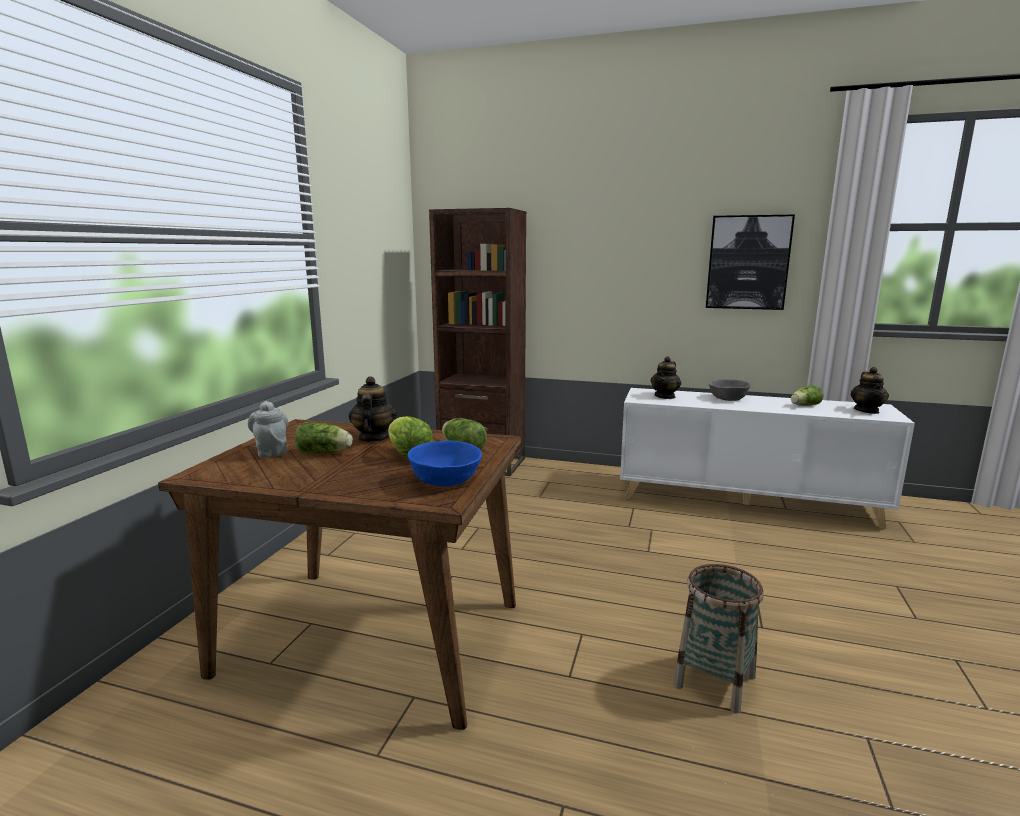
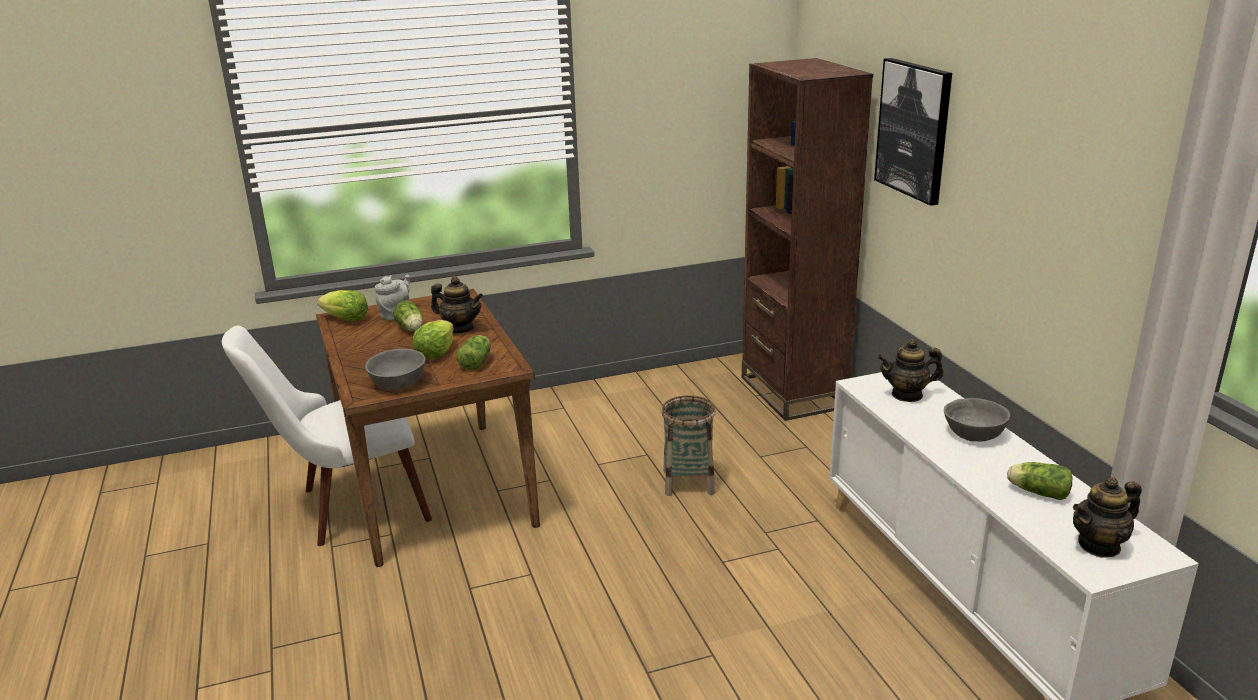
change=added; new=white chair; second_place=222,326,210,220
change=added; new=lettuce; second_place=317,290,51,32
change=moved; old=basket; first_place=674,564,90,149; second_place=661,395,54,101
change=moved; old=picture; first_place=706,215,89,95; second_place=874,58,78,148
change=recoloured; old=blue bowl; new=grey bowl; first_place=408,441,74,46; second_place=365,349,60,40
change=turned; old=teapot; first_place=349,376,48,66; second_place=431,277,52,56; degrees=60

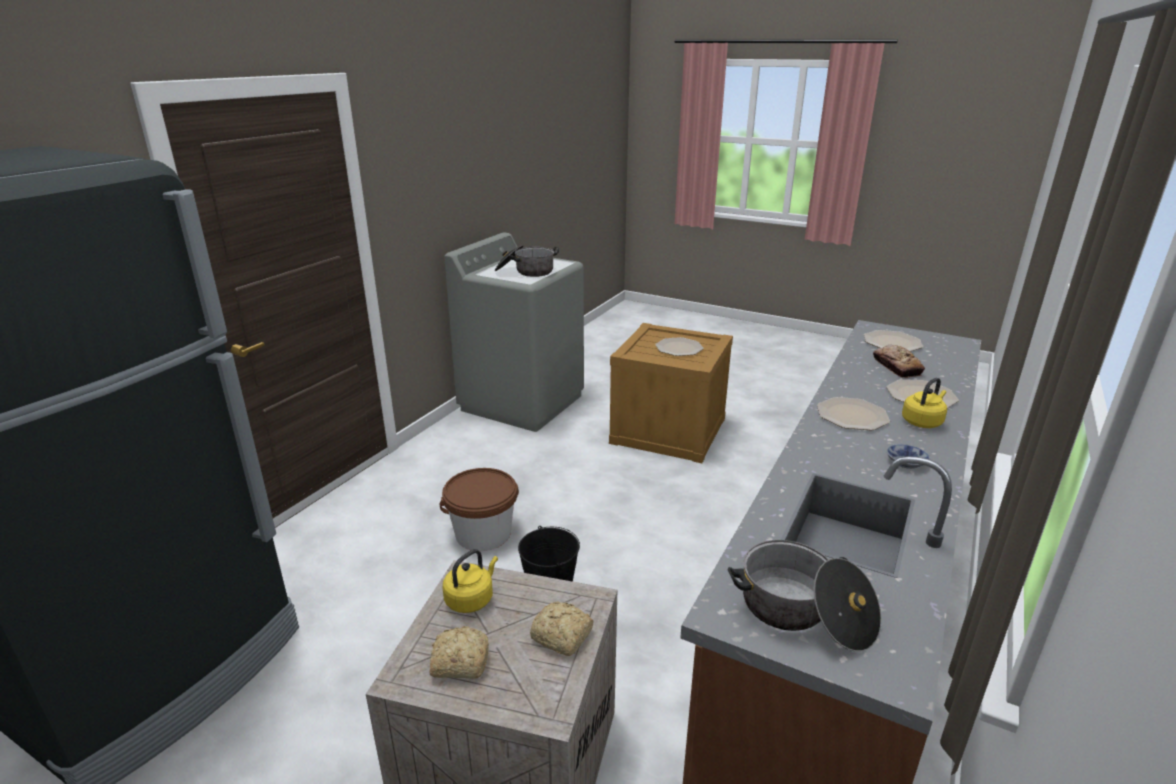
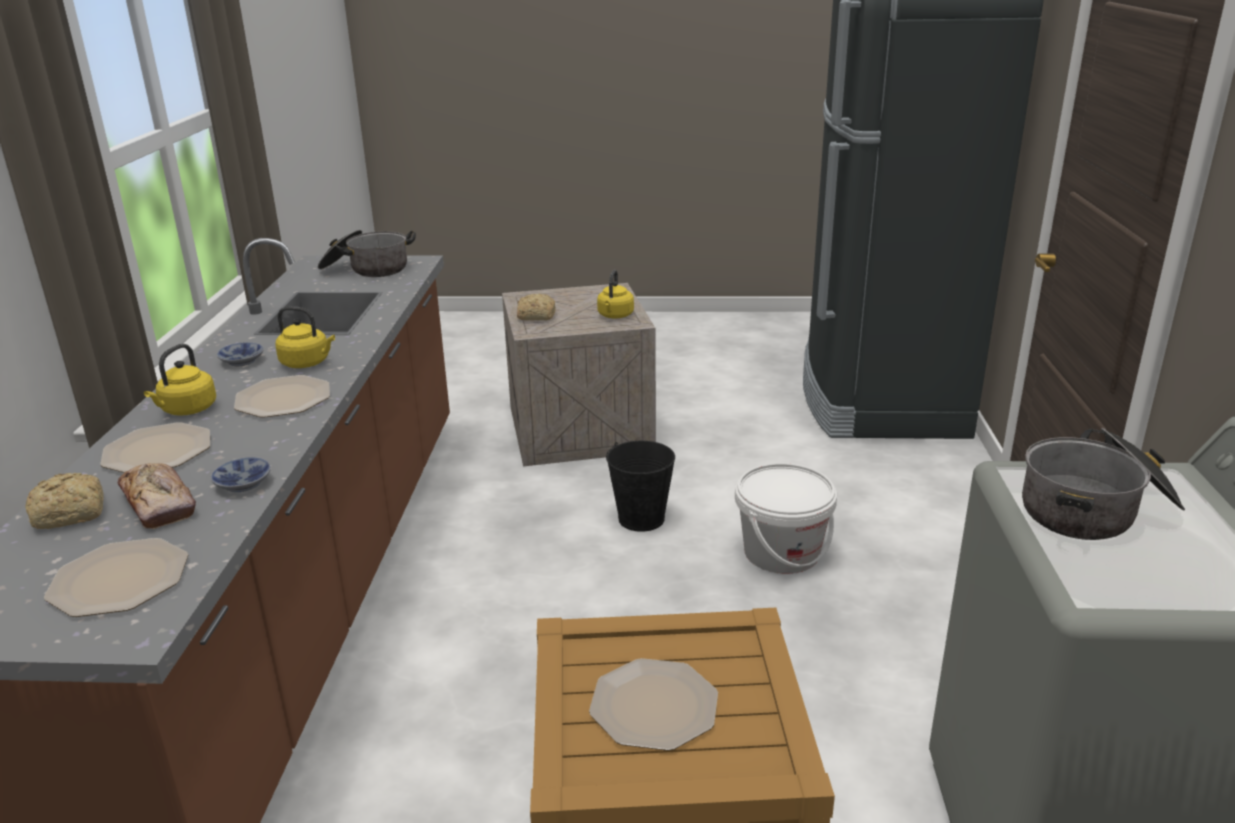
change=added; new=bowl; second_place=211,457,60,35
change=added; new=yellow kettle; second_place=276,306,59,62
change=moved; old=bread; first_place=429,626,60,53; second_place=25,473,79,56
change=recoloured; old=brown bucket; new=white bucket; first_place=440,468,79,83; second_place=735,463,102,111

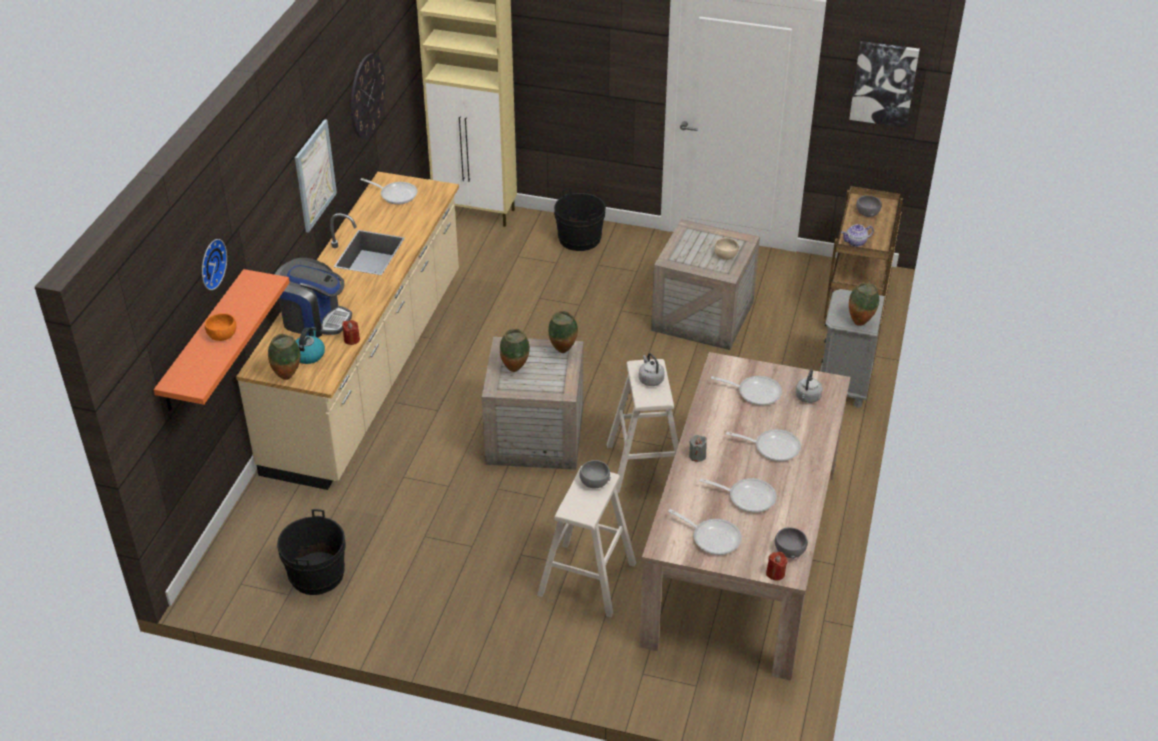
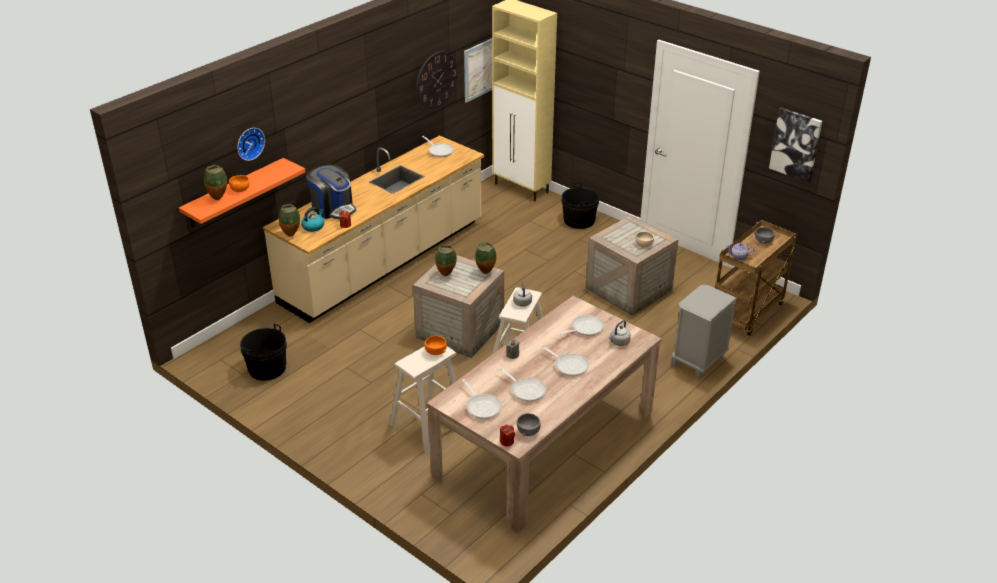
change=moved; old=picture; first_place=295,119,42,114; second_place=464,38,28,65
change=moved; old=vase; first_place=849,282,30,44; second_place=204,165,23,35
change=recoloured; old=grey bowl; new=orange bowl; first_place=579,460,32,29; second_place=424,336,23,19
change=turned; old=frying pan; first_place=711,376,71,30; second_place=556,315,48,21; degrees=-75

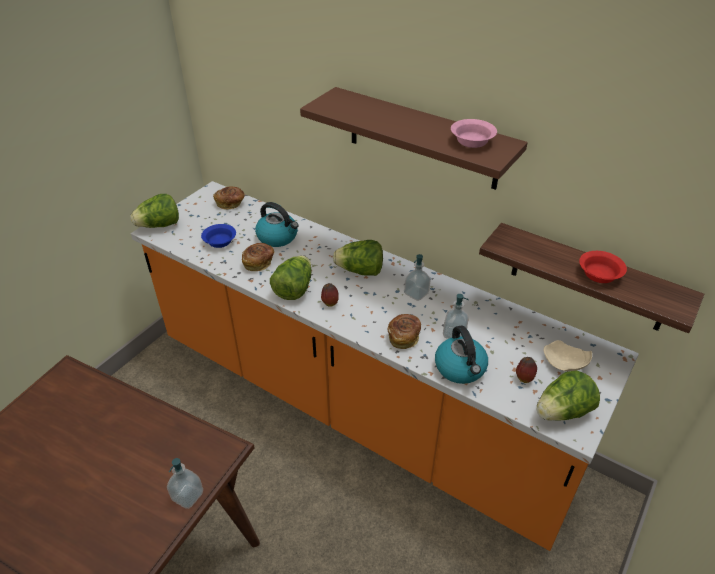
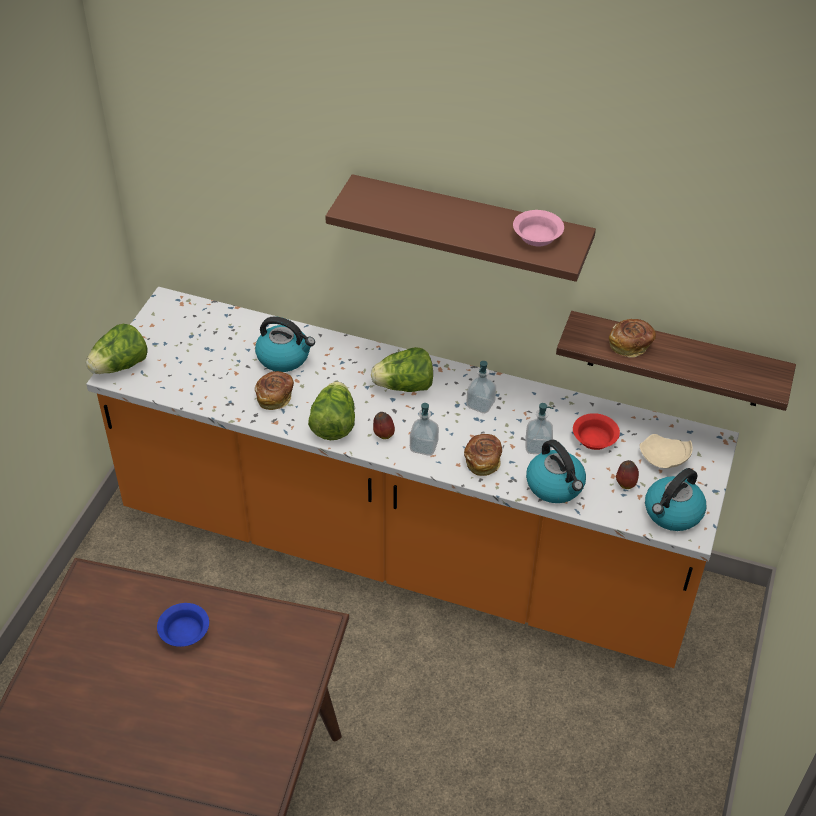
change=moved; old=soap dispenser; first_place=167,458,36,51; second_place=410,403,29,53
change=moved; old=blue bowl; first_place=201,224,35,24; second_place=157,603,52,44
change=moved; old=bread; first_place=213,186,32,24; second_place=609,319,47,38
change=moved; old=red bowl; first_place=579,251,48,32; second_place=573,413,47,37
change=replaced; old=lettuce; new=kettle; first_place=537,370,63,51; second_place=645,468,61,63

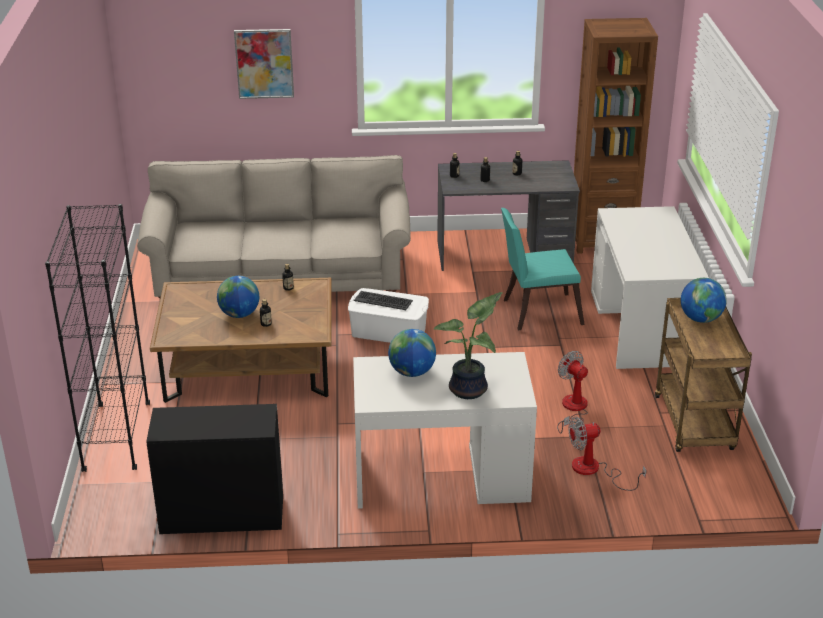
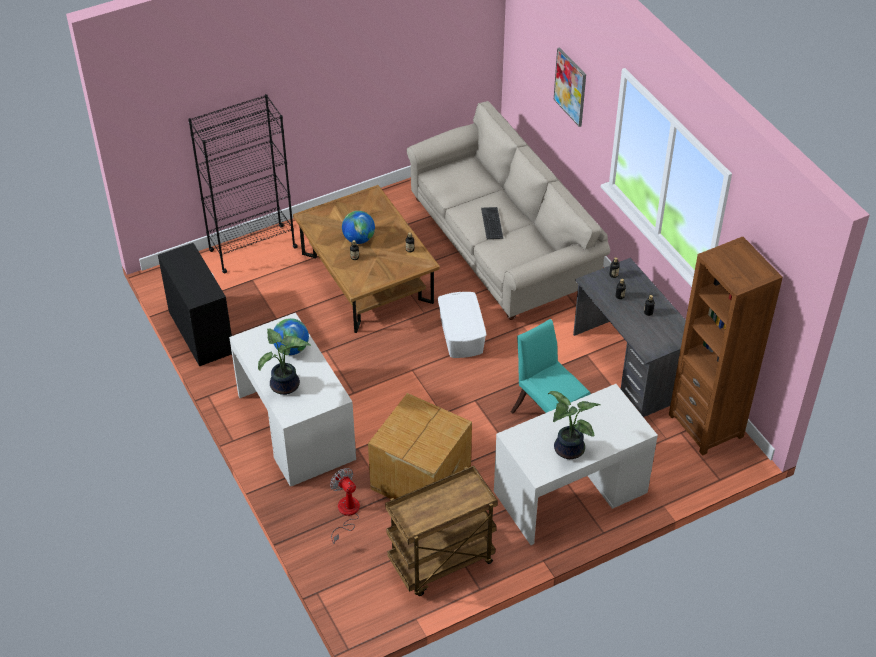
change=removed; old=globe; first_place=681,278,46,45
change=added; new=potted plant; second_place=548,391,53,68
change=moved; old=keyboard; first_place=354,291,59,19; second_place=481,207,22,32
change=replaced; old=fan; new=cardboard box; first_place=557,351,31,82; second_place=368,393,104,106

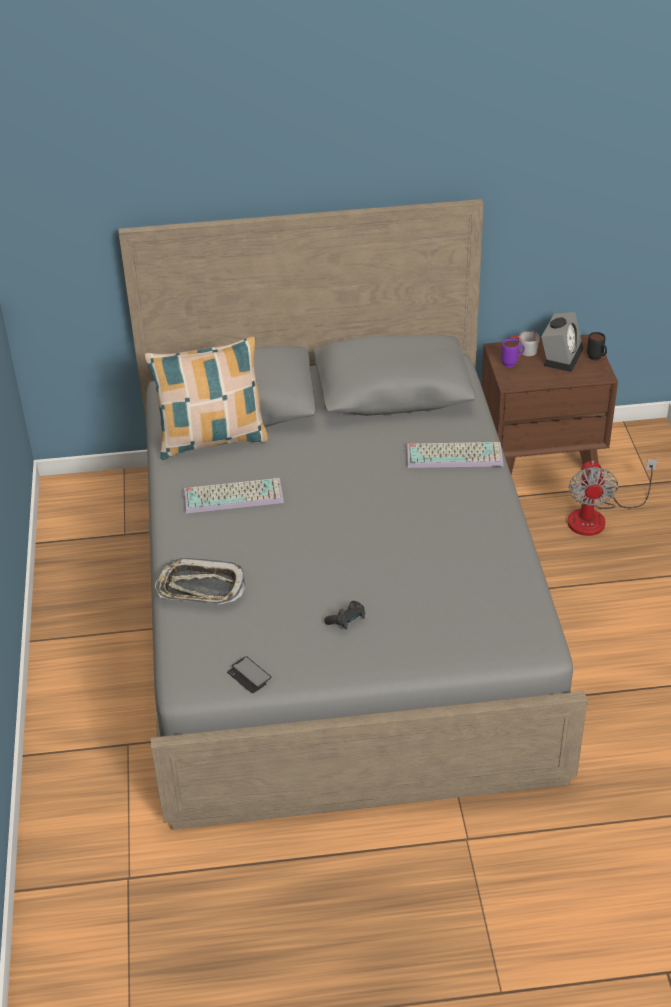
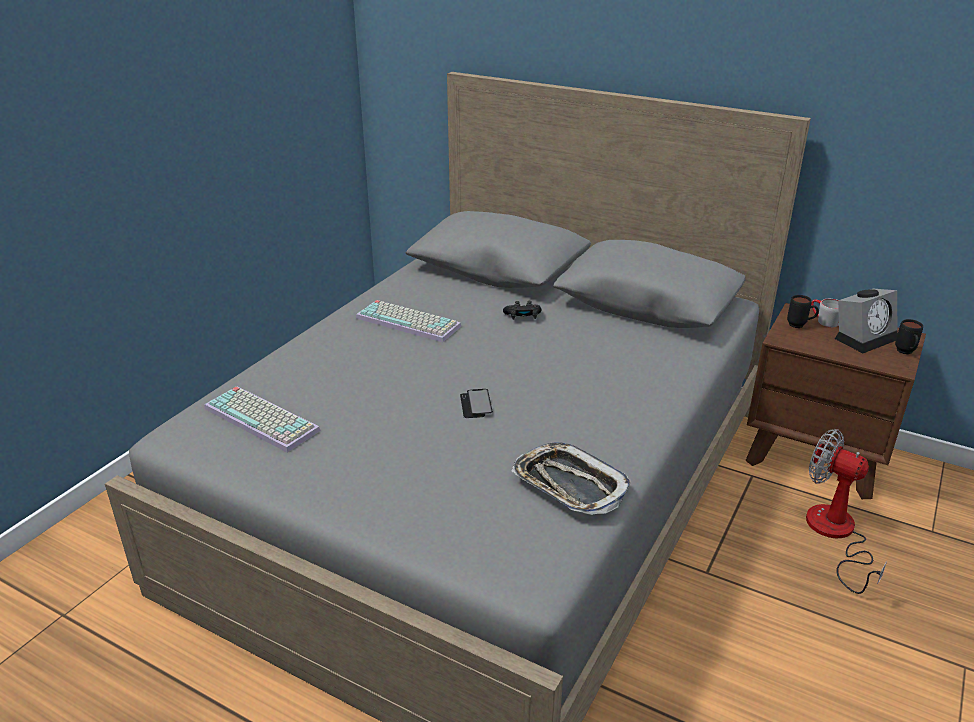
change=removed; old=pillow; first_place=145,336,123,124
change=moved; old=tray; first_place=155,558,91,46; second_place=512,442,120,73
change=moved; old=phone; first_place=227,656,44,37; second_place=460,389,33,29
change=moved; old=black game controller; first_place=324,601,41,29; second_place=503,301,39,19
change=moved; old=keyboard; first_place=407,442,96,26; second_place=204,386,117,67
change=recoloured; old=purple mug; new=black mug; first_place=501,339,24,28; second_place=787,295,32,33
change=turned; old=fan; first_place=567,459,90,77; second_place=806,429,81,165; degrees=90

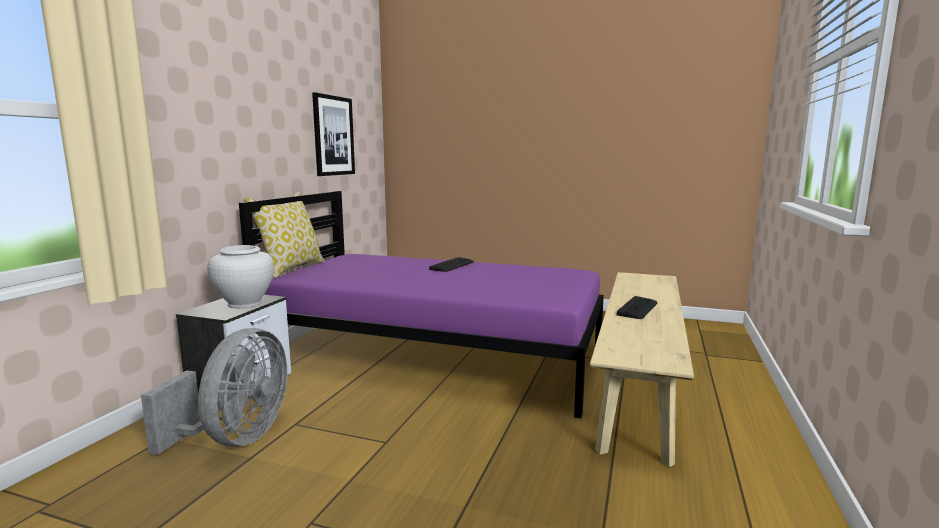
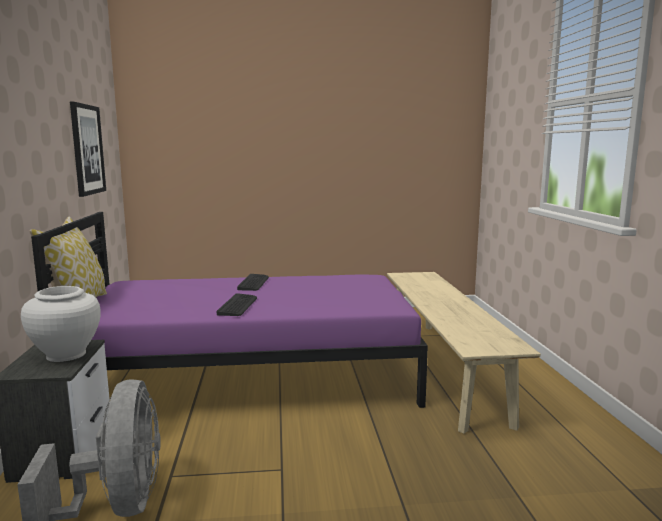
change=moved; old=keyboard; first_place=617,296,40,23; second_place=217,293,40,23

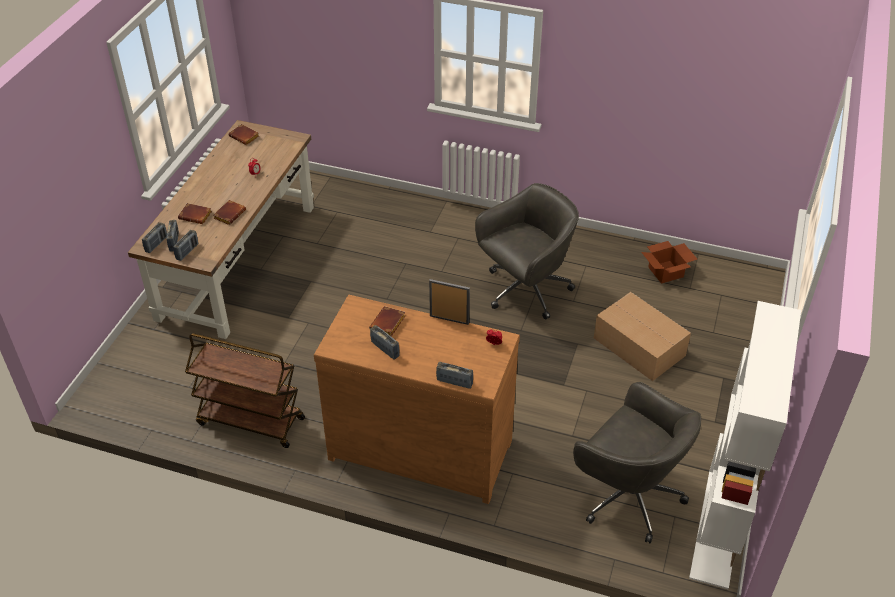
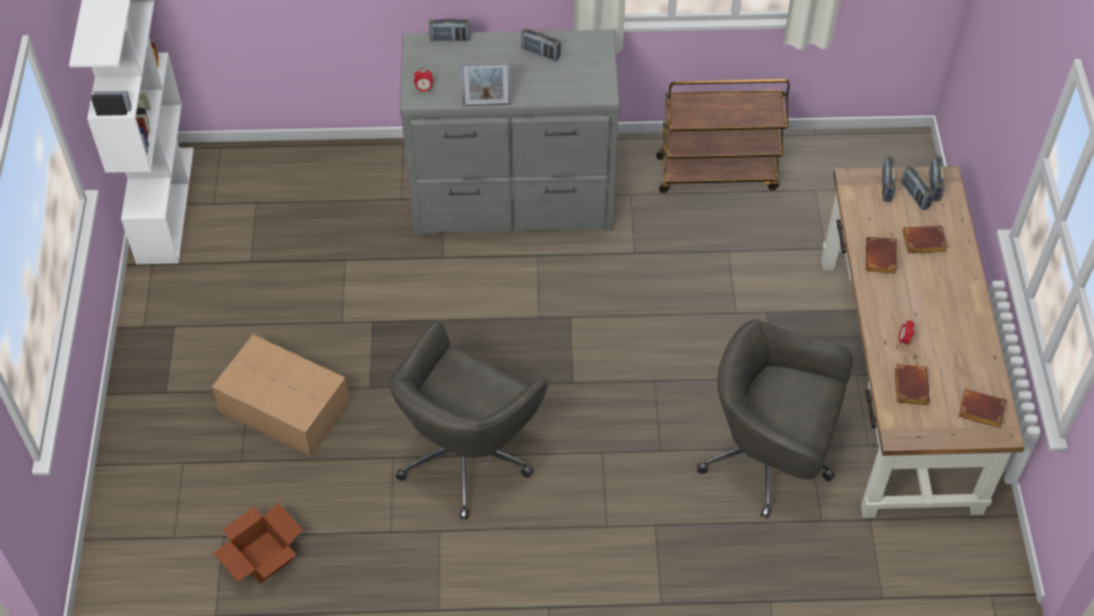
change=moved; old=brown book; first_place=369,306,36,30; second_place=895,364,35,41
change=moved; old=grey office chair; first_place=573,382,128,161; second_place=697,319,156,199
change=recoloured; old=brown dresser; new=grey dresser; first_place=314,294,206,210; second_place=400,30,220,205

